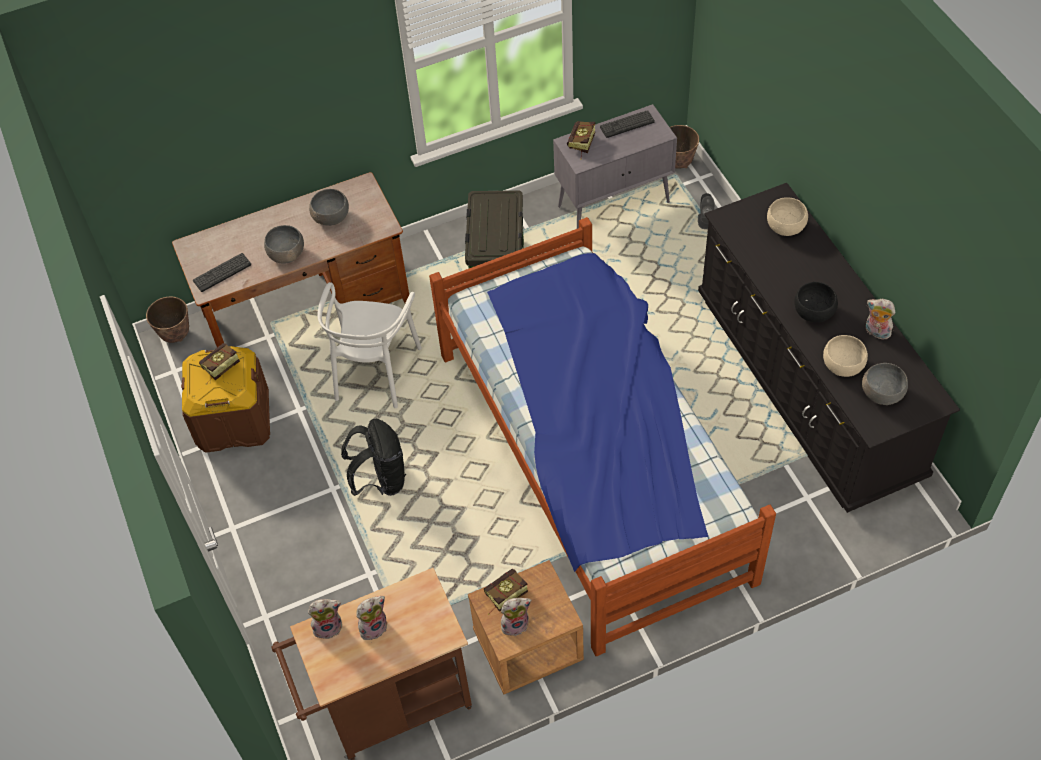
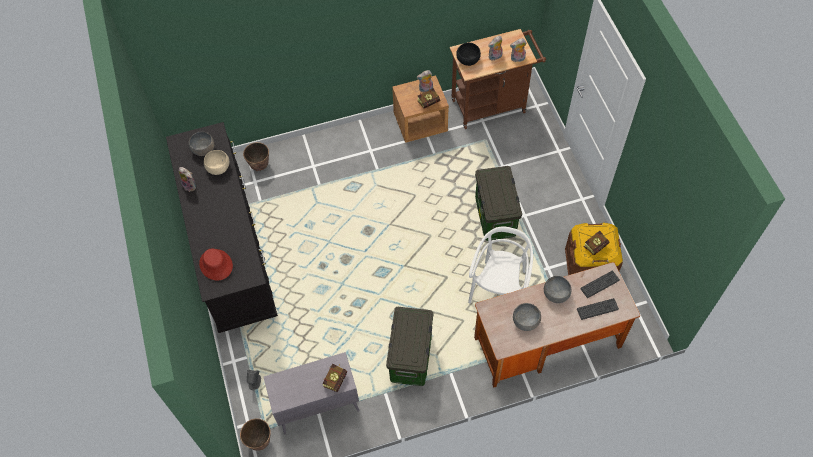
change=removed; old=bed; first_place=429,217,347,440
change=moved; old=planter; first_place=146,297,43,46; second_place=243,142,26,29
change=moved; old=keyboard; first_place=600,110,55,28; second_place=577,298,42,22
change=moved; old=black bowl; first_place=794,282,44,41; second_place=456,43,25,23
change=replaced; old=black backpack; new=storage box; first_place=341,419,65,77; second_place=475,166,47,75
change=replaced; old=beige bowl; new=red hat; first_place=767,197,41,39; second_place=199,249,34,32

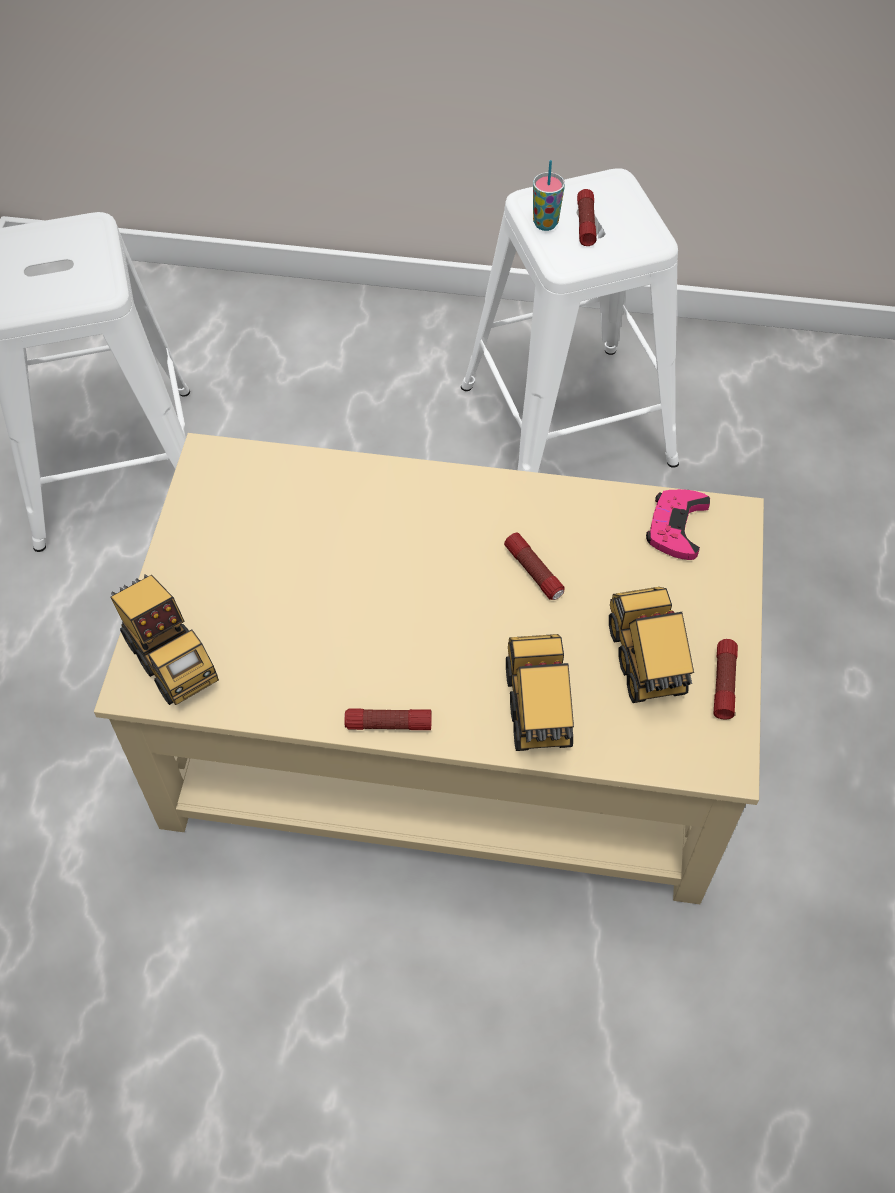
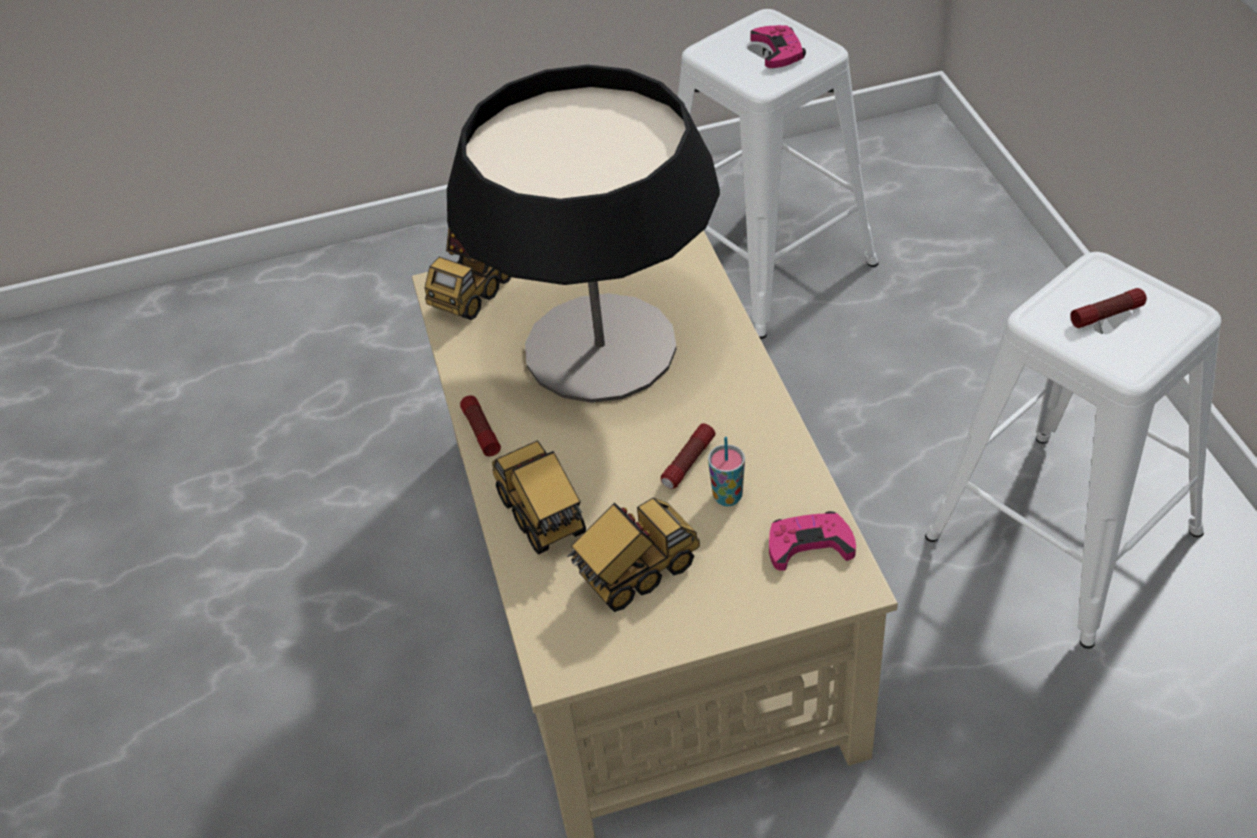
change=removed; old=flashlight; first_place=714,639,24,81
change=added; new=table lamp; second_place=447,65,273,338
change=added; new=pink game controller; second_place=750,25,56,43
change=moved; old=cup; first_place=533,160,32,71; second_place=708,437,37,69
change=turned; old=toy truck; first_place=506,634,68,117; second_place=492,440,94,115; degrees=-90

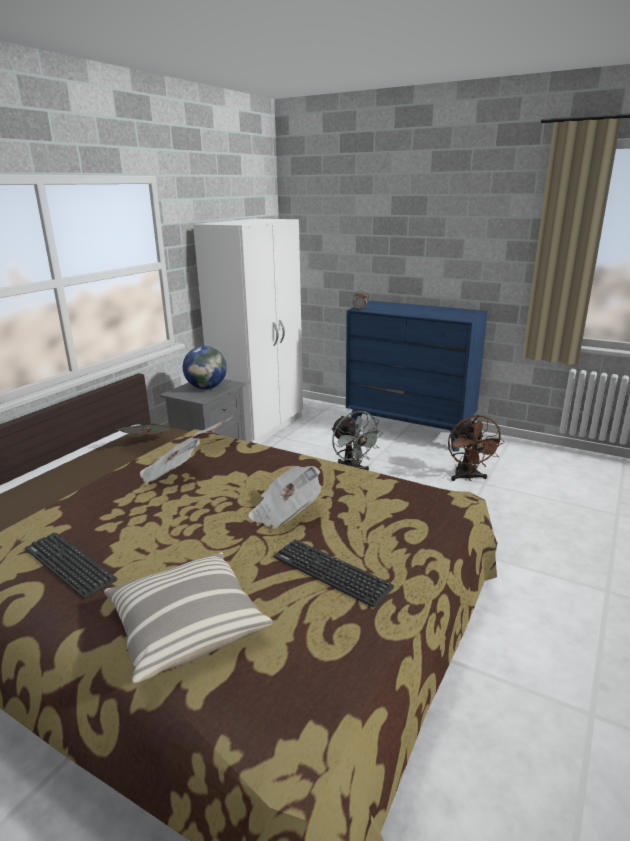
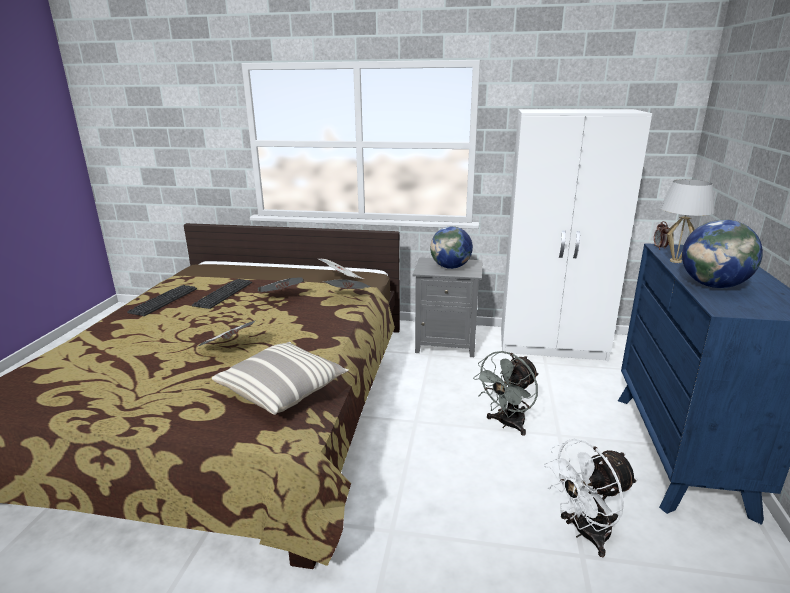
change=added; new=white table lamp; second_place=660,179,55,84
change=added; new=globe; second_place=682,219,81,69
change=moved; old=pillow; first_place=104,552,169,132; second_place=212,342,137,73
change=moved; old=keyboard; first_place=274,540,120,67; second_place=192,279,60,30
change=recoloured; old=brown fan; new=white fan; first_place=448,415,57,66; second_place=544,438,94,119

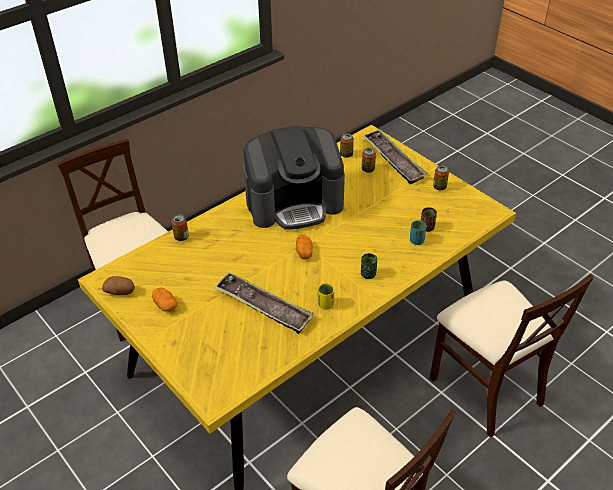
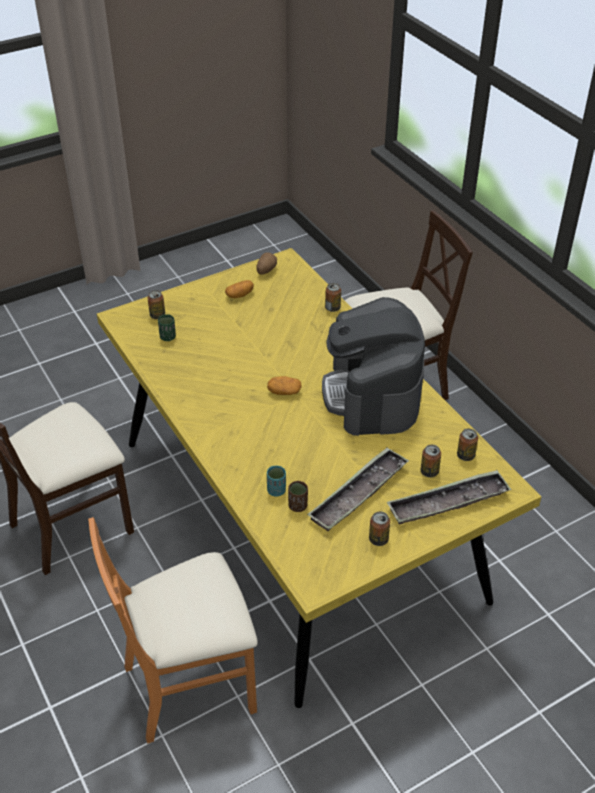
change=removed; old=yellow cup; first_place=318,283,16,27
change=added; new=can; second_place=147,290,18,29
change=moved; old=tray; first_place=214,272,100,62; second_place=307,447,102,84
change=moved; old=green cup; first_place=361,253,16,26; second_place=158,314,18,27
change=recoloured; old=beige chair; new=orange chair; first_place=430,274,164,163; second_place=88,517,170,227

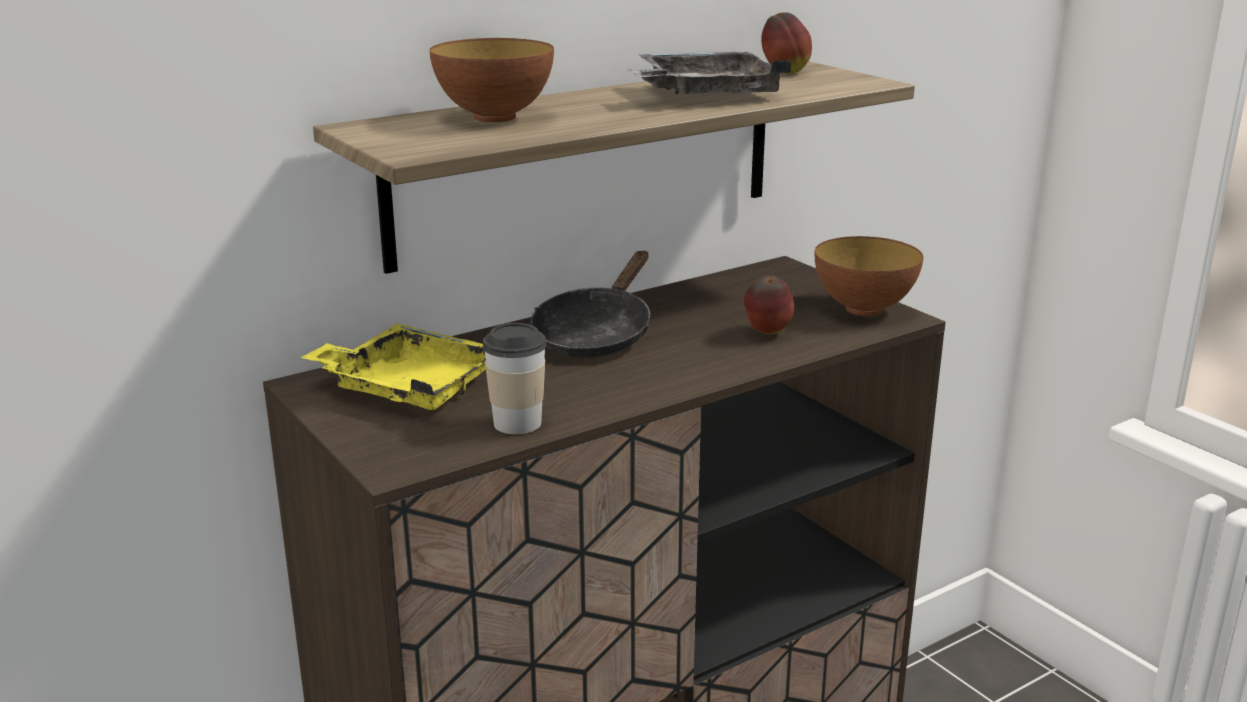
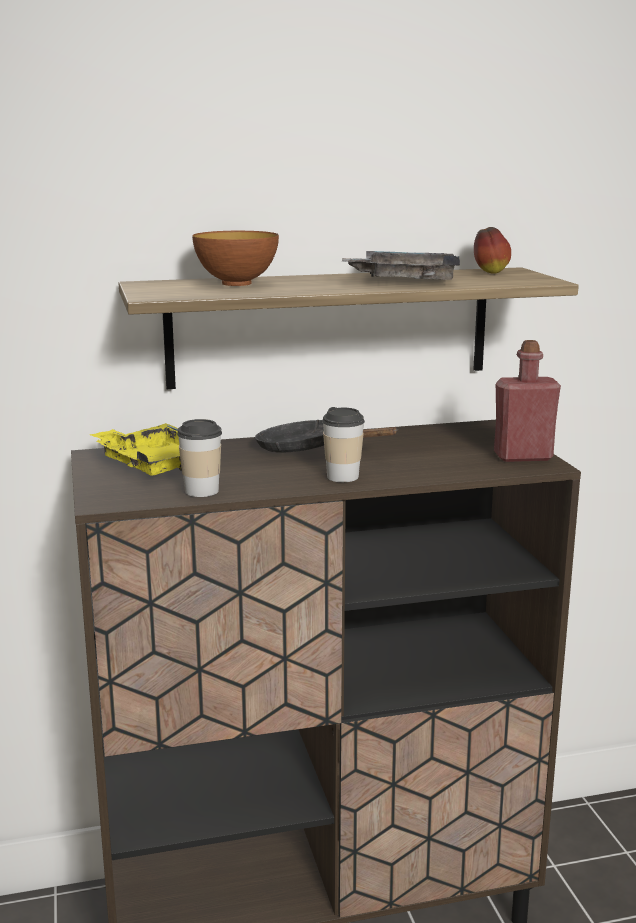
change=removed; old=apple; first_place=744,275,50,59
change=added; new=cup; second_place=322,407,43,75
change=replaced; old=bowl; new=red bottle; first_place=814,236,109,80; second_place=494,340,67,122
change=turned; old=black frying pan; first_place=531,251,120,106; second_place=255,420,143,33; degrees=75

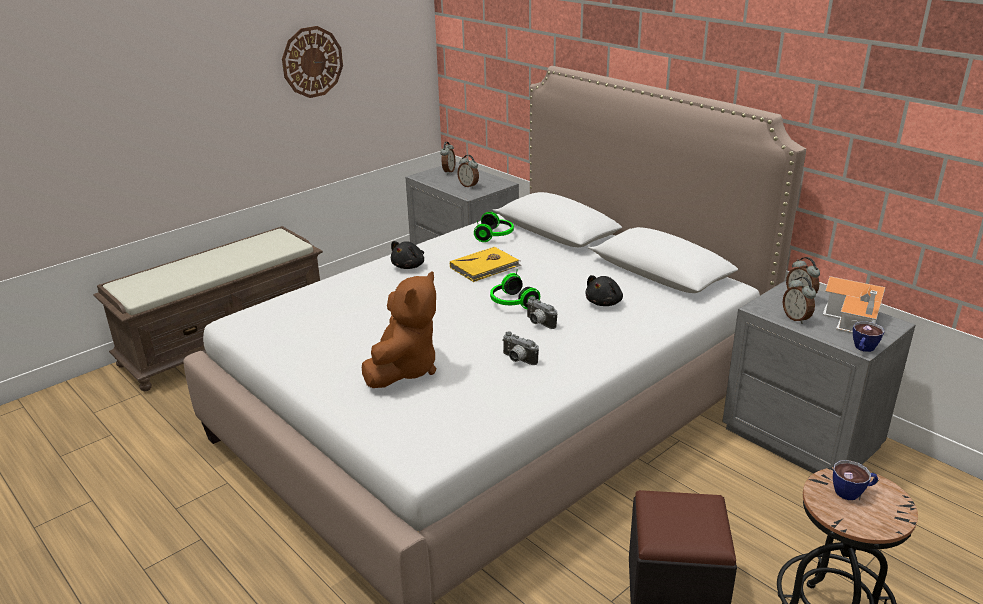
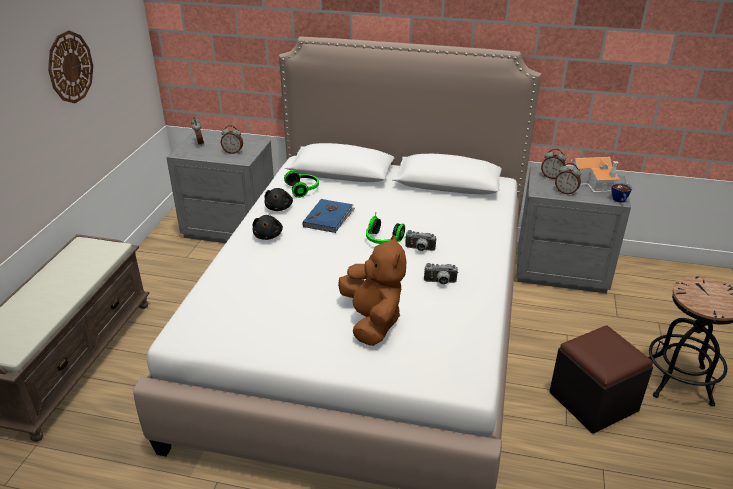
change=removed; old=cup; first_place=833,460,45,40
change=moved; old=black plush toy; first_place=585,275,38,31; second_place=264,188,29,23
change=recoloured; old=yellow book; new=blue book; first_place=450,247,71,35; second_place=303,199,52,34

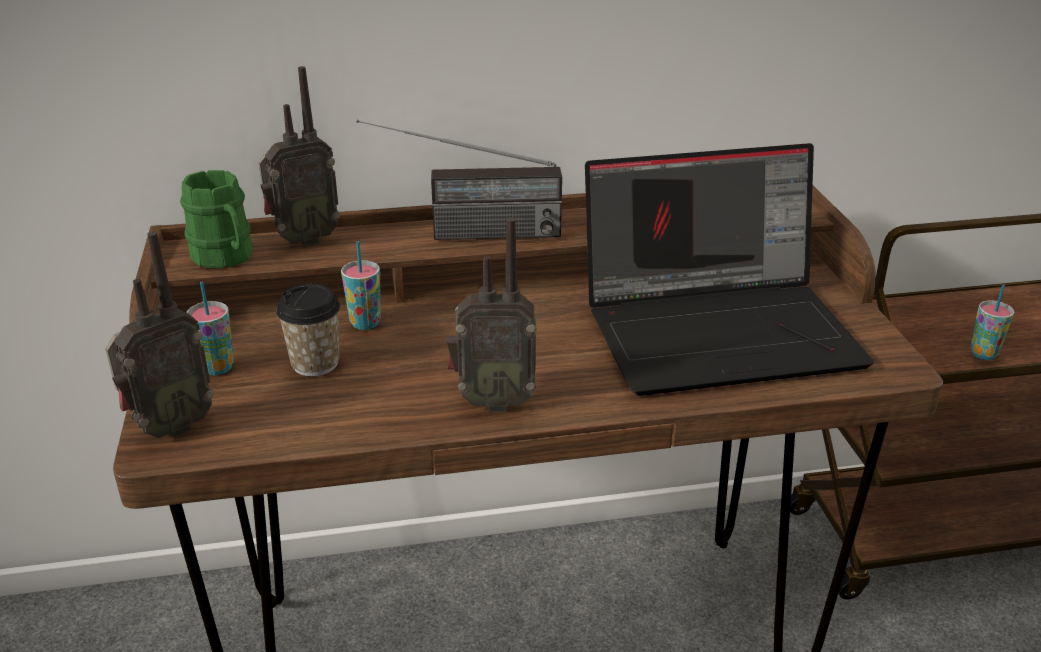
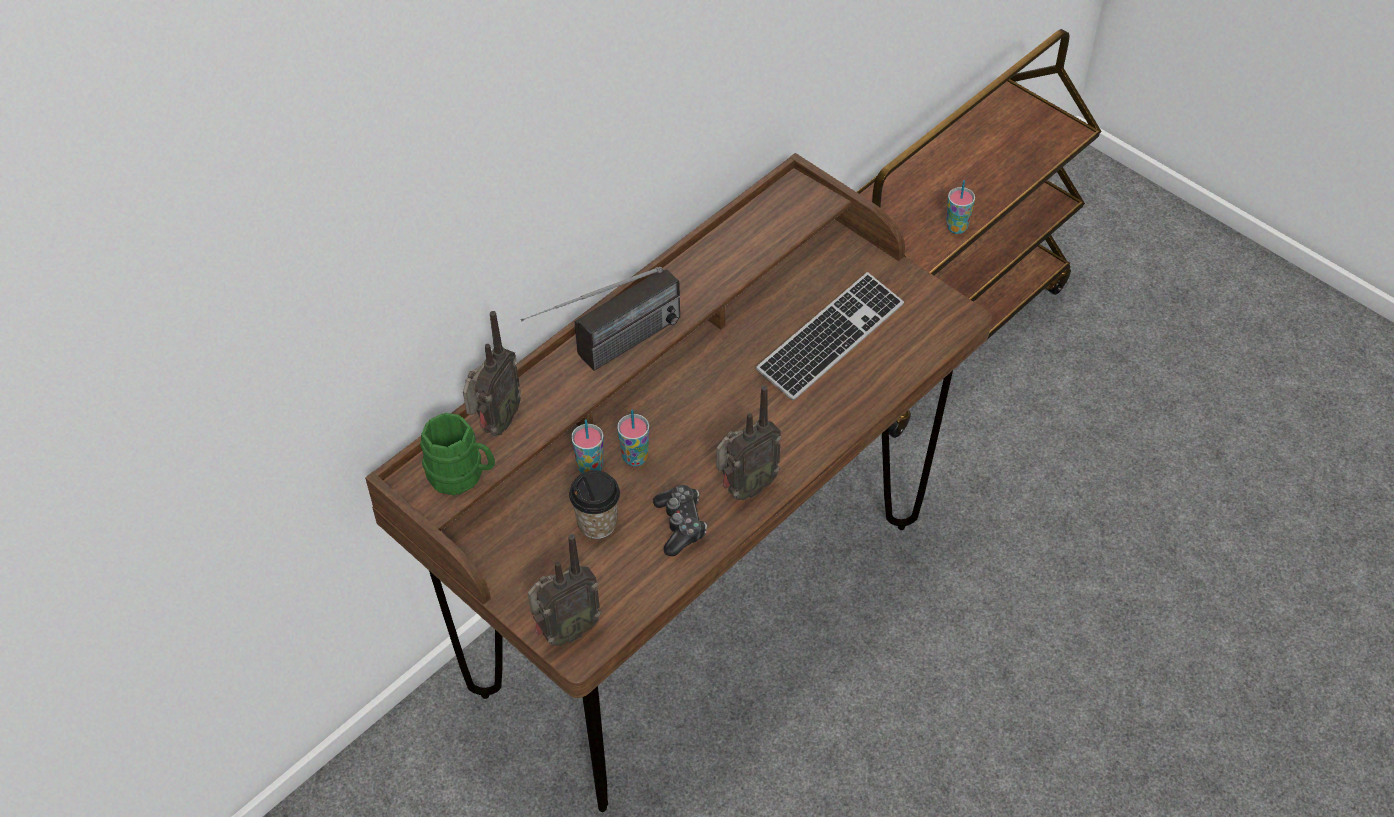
change=added; new=game controller; second_place=653,485,54,71
change=moved; old=cup; first_place=186,282,48,93; second_place=617,409,32,57
change=replaced; old=laptop; new=keyboard; first_place=585,143,289,253; second_place=756,272,148,129
change=turned; old=radio; first_place=105,232,109,206; second_place=528,534,73,112; degrees=45

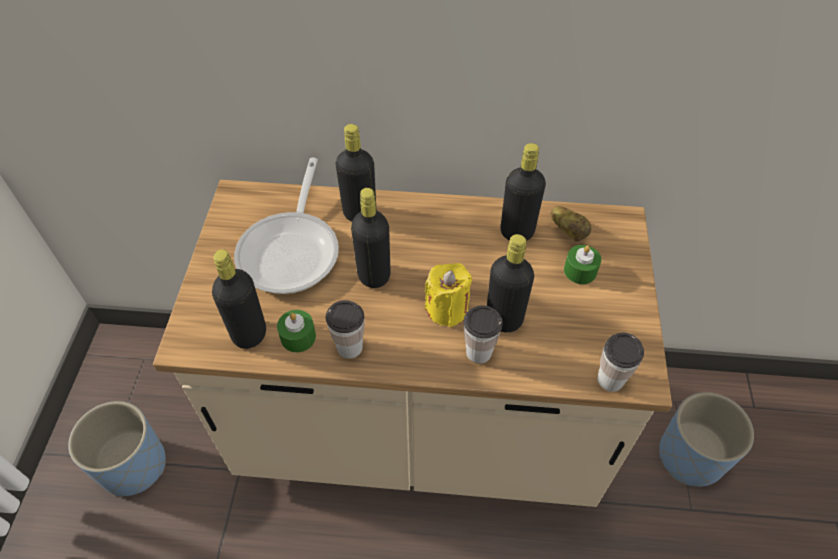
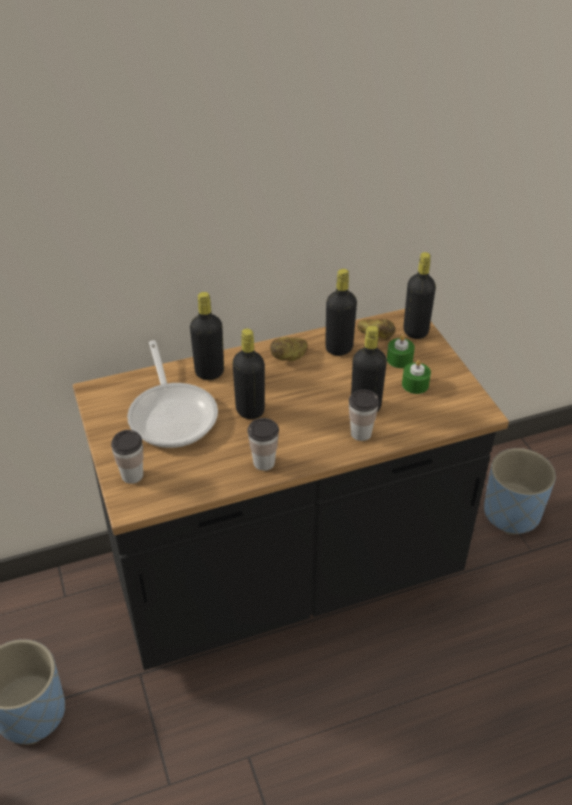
change=removed; old=yellow candle; first_place=425,263,47,64
change=added; new=potato; second_place=270,337,38,24
change=moved; old=black bottle; first_place=212,249,54,100; second_place=404,252,32,87
change=moved; old=green candle; first_place=277,310,39,42; second_place=402,360,29,34
change=moved; old=cup; first_place=597,333,47,59; second_place=111,430,32,54
change=recoloured; old=beige counter; new=black counter; first_place=153,180,519,327; second_place=73,309,436,361

